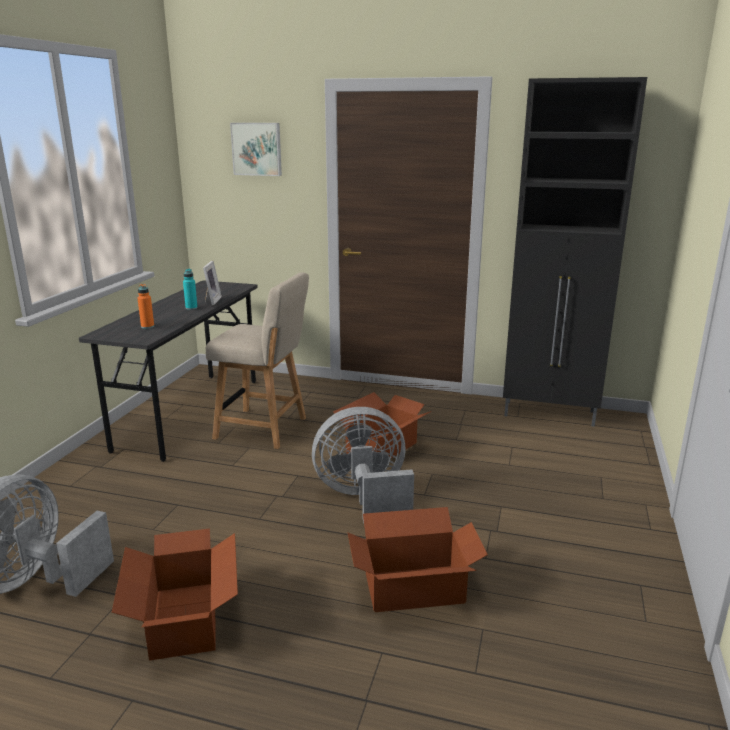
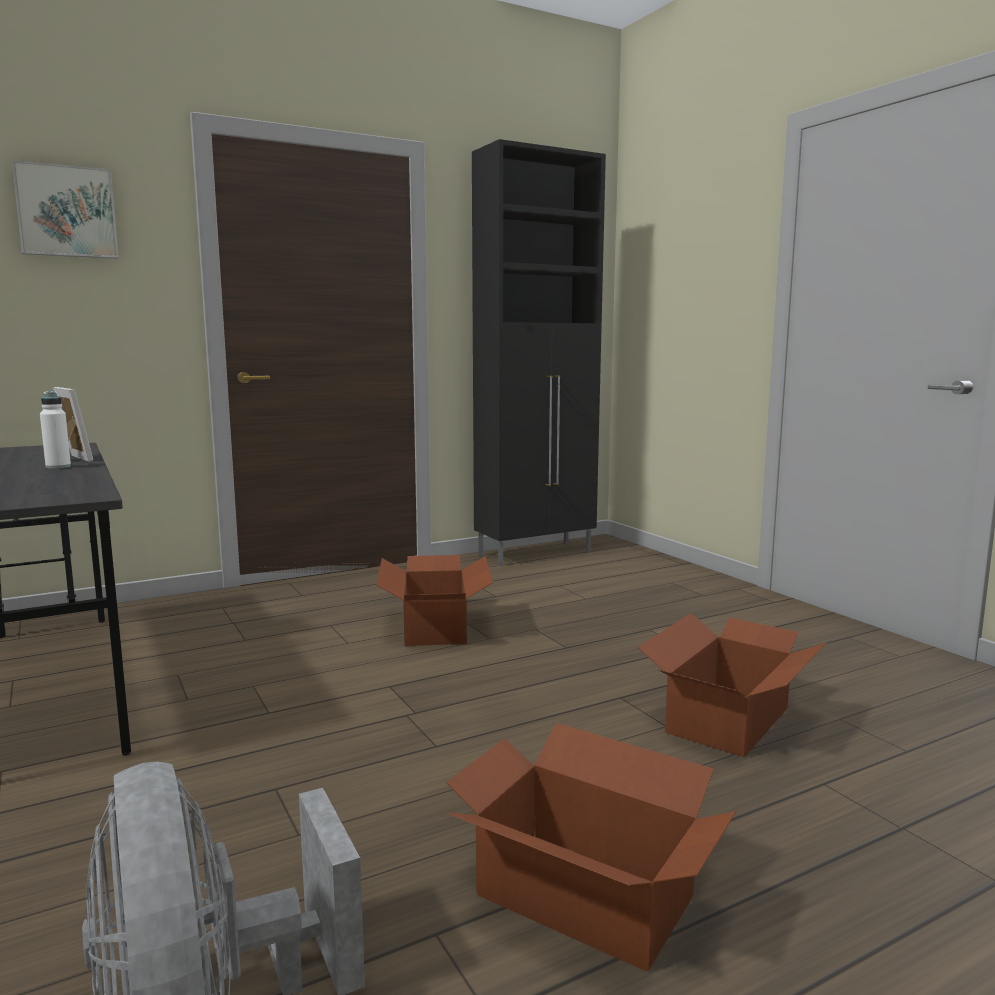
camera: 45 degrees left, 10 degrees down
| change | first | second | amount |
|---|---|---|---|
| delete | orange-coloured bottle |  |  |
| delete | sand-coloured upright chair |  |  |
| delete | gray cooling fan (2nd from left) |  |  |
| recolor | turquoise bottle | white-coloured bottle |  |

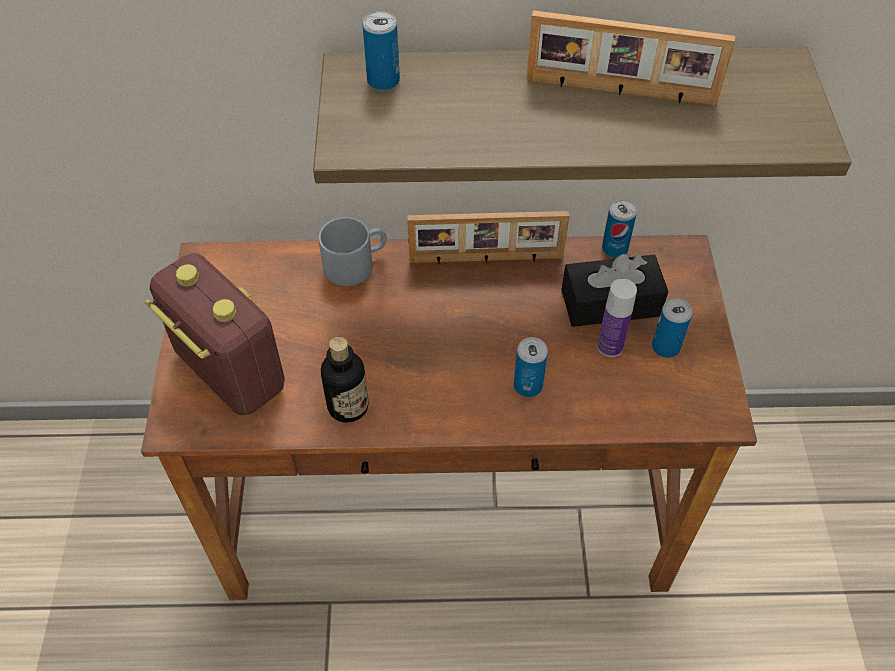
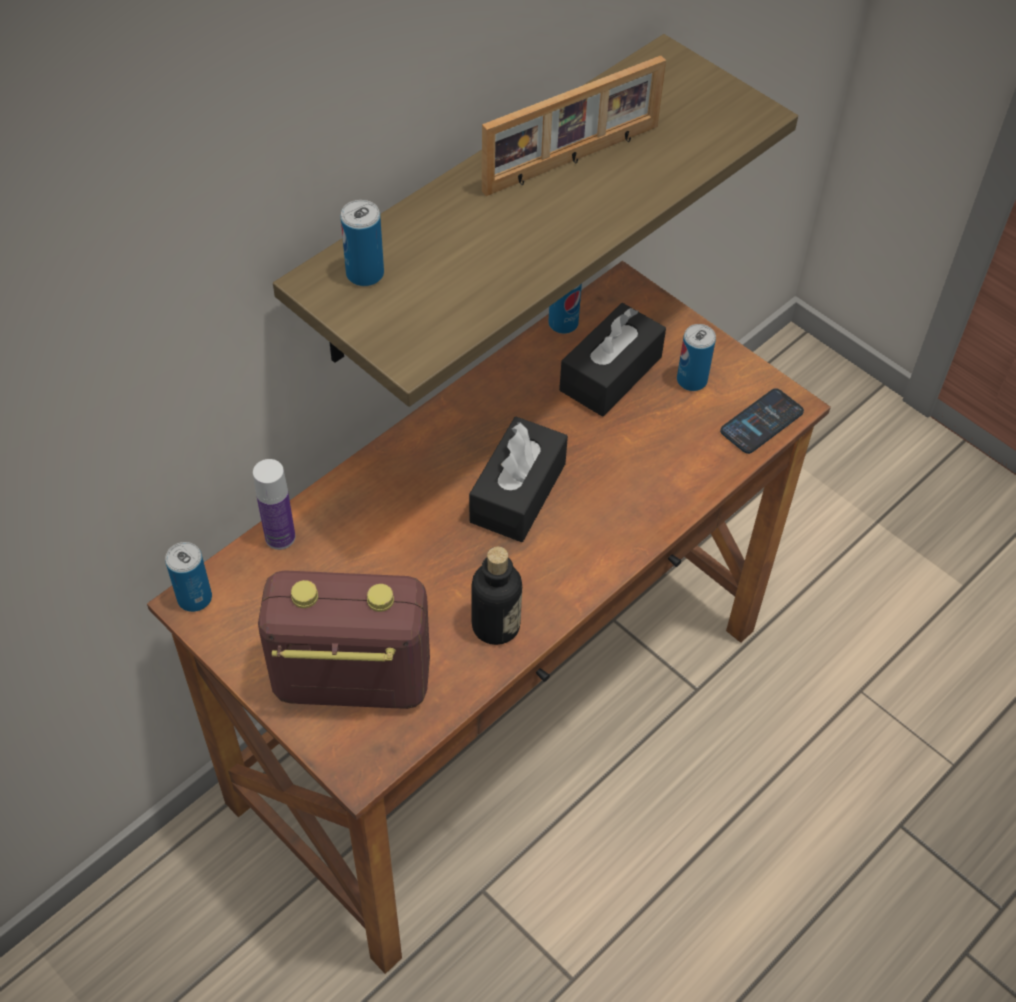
camera: 45 degrees left, 0 degrees up
| change | first | second | amount |
|---|---|---|---|
| delete | gray coffee mug |  |  |
| delete | standing frame (1st from left) |  |  |
| insert |  | black-coloured tissue box (1st from left) |  |
| insert |  | handset |  |
| move | can (2nd from left in the first image) | can (1st from left) |  |
| move | bottle (2nd from left in the first image) | bottle (1st from left) |  |

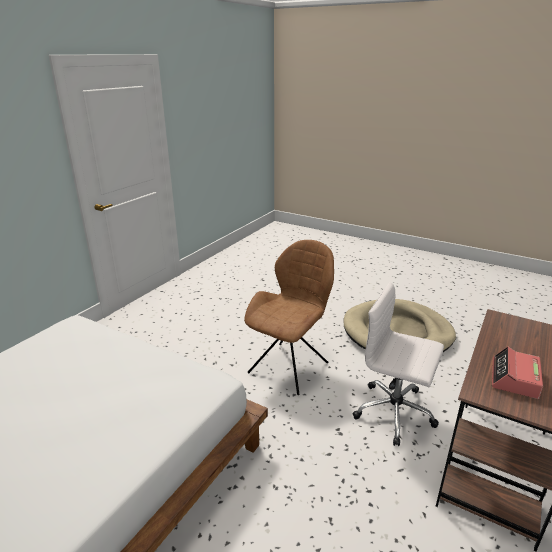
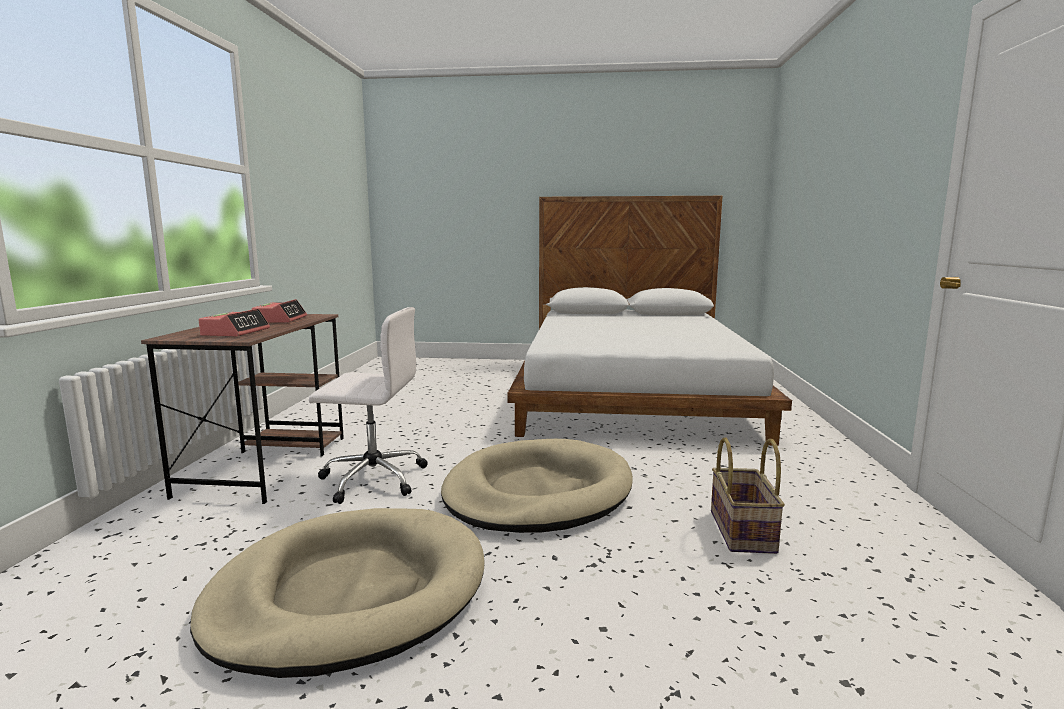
camera: 155 degrees right, 15 degrees down
| change | first | second | amount |
|---|---|---|---|
| insert |  | bedside clock (1st from left) |  |
| insert |  | household basket |  |
| replace | brown-coloured upright chair | sand-coloured dog cushion (2nd from left) |  |

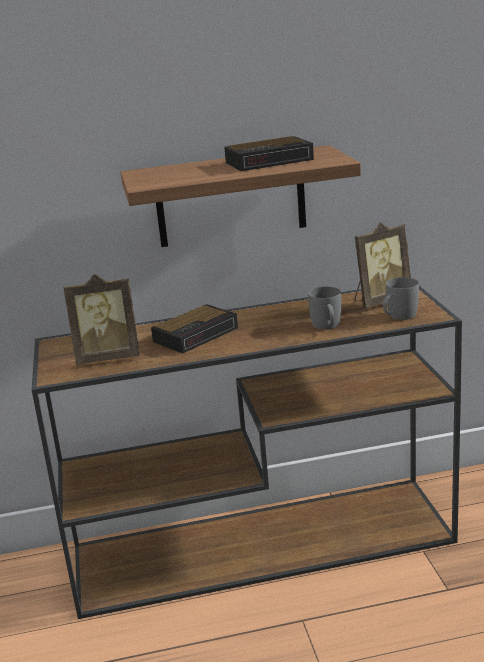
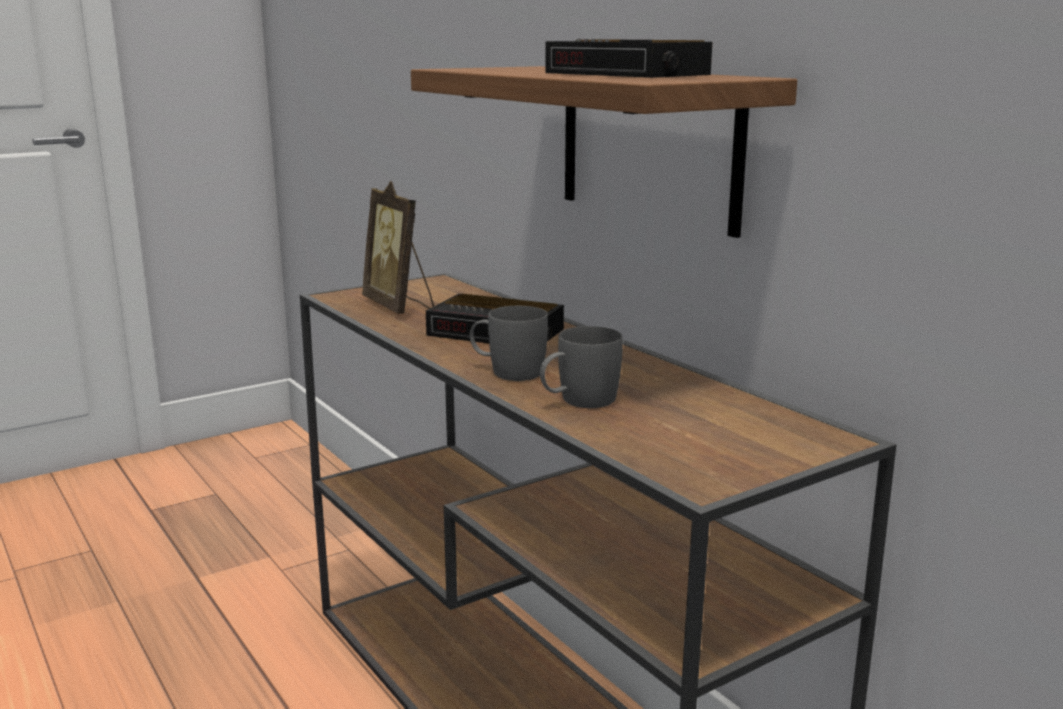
camera: 65 degrees right, 5 degrees down
| change | first | second | amount |
|---|---|---|---|
| delete | standing frame (2nd from left) |  |  |
| move | gray coffee mug (2nd from left in the first image) | gray coffee mug (1st from left) |  |

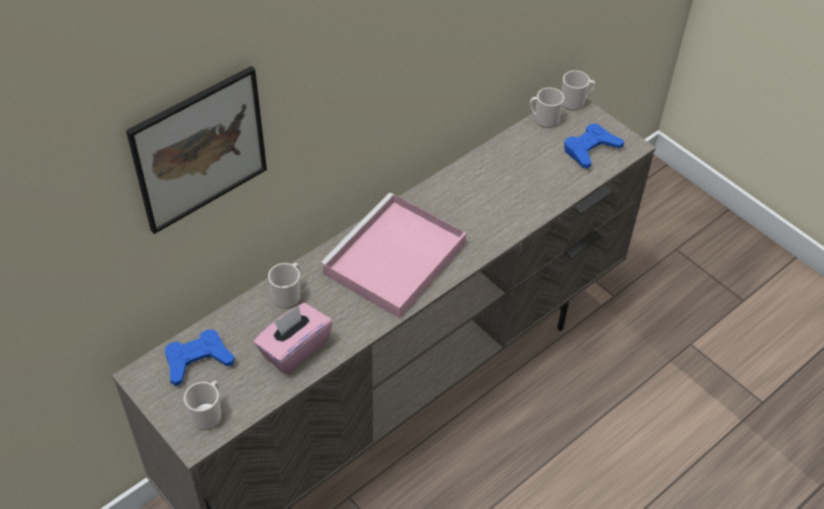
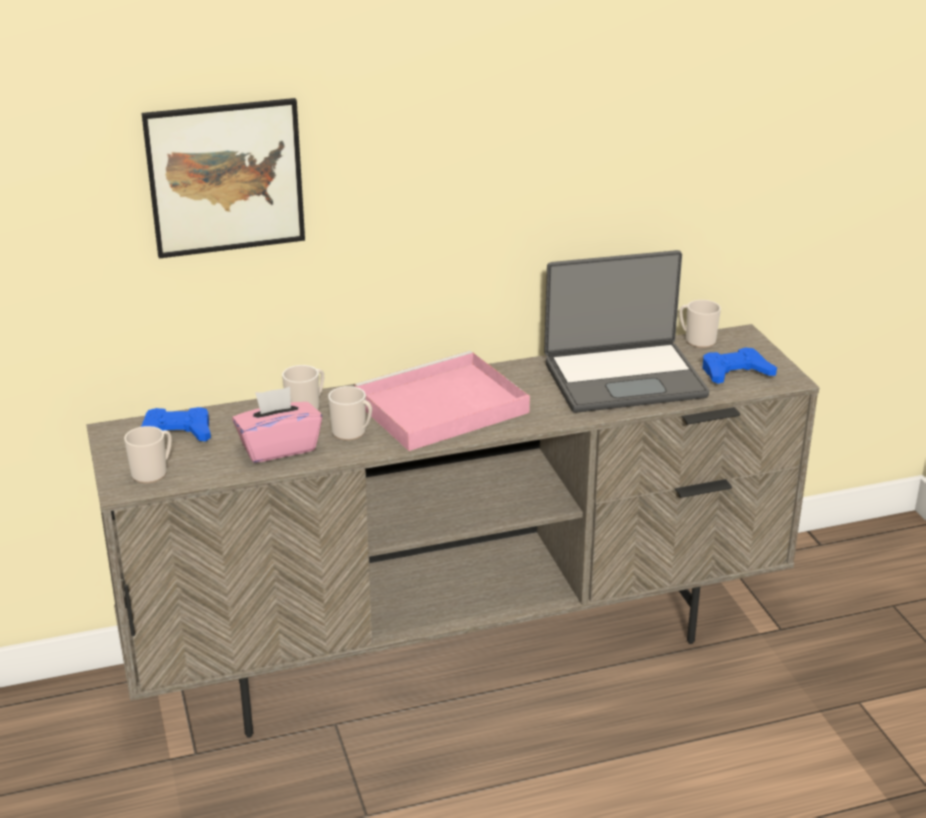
camera: 25 degrees right, 20 degrees down
| change | first | second | amount |
|---|---|---|---|
| insert |  | notebook computer |  |
| move | coffee mug (4th from left in the first image) | coffee mug (3rd from left) |  |

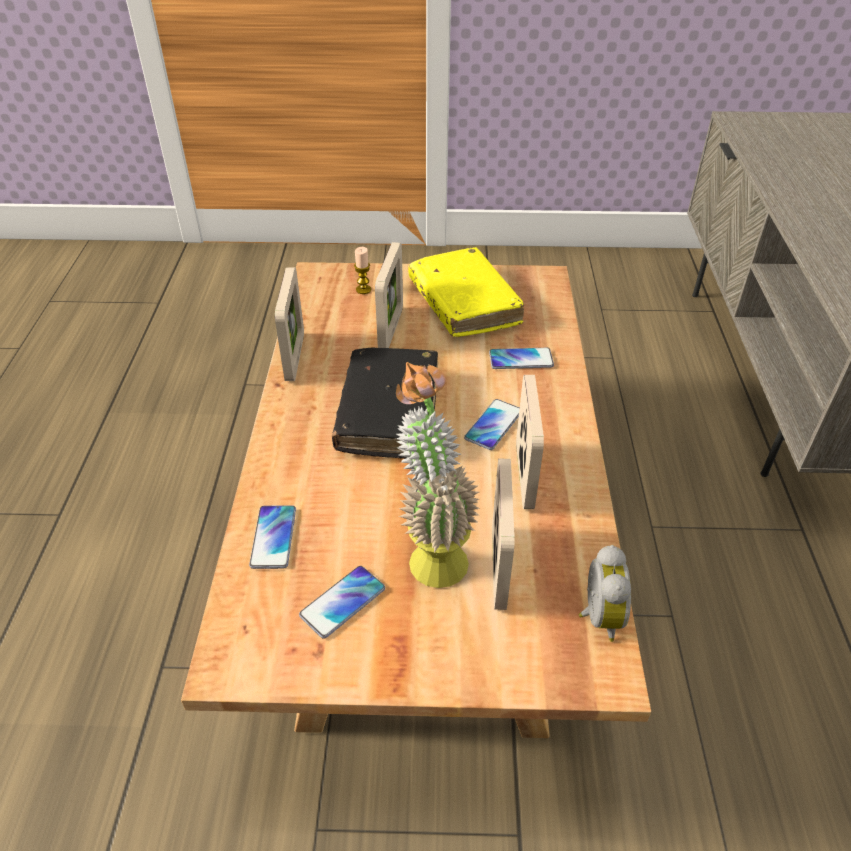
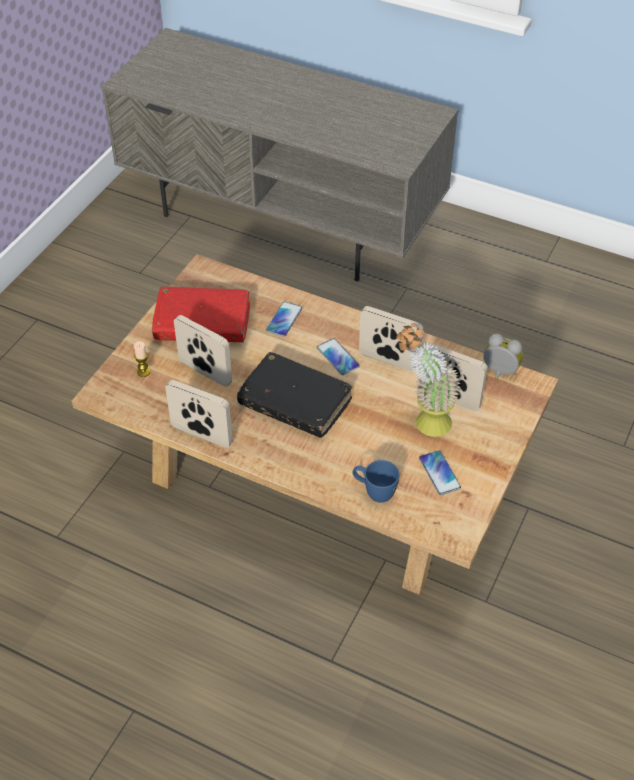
camera: 65 degrees left, 5 degrees up
| change | first | second | amount |
|---|---|---|---|
| replace | handset (1st from left) | blue coffee mug |  |
| recolor | yellow volume | reddish volume |  |

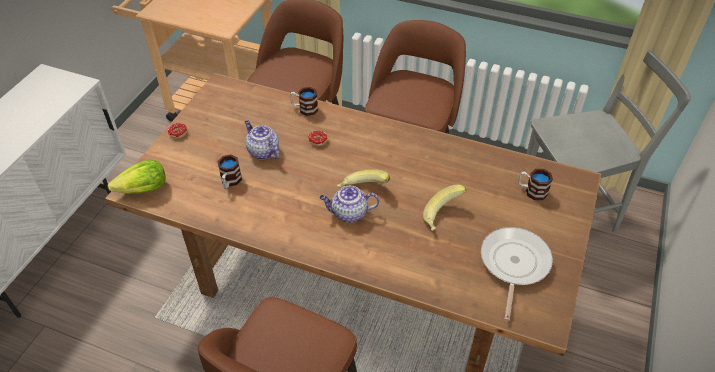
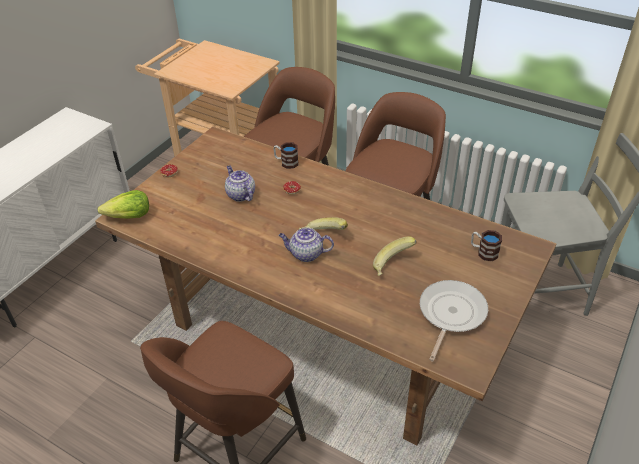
camera: 10 degrees right, 5 degrees down
| change | first | second | amount |
|---|---|---|---|
| delete | coffee mug (1st from left) |  |  |

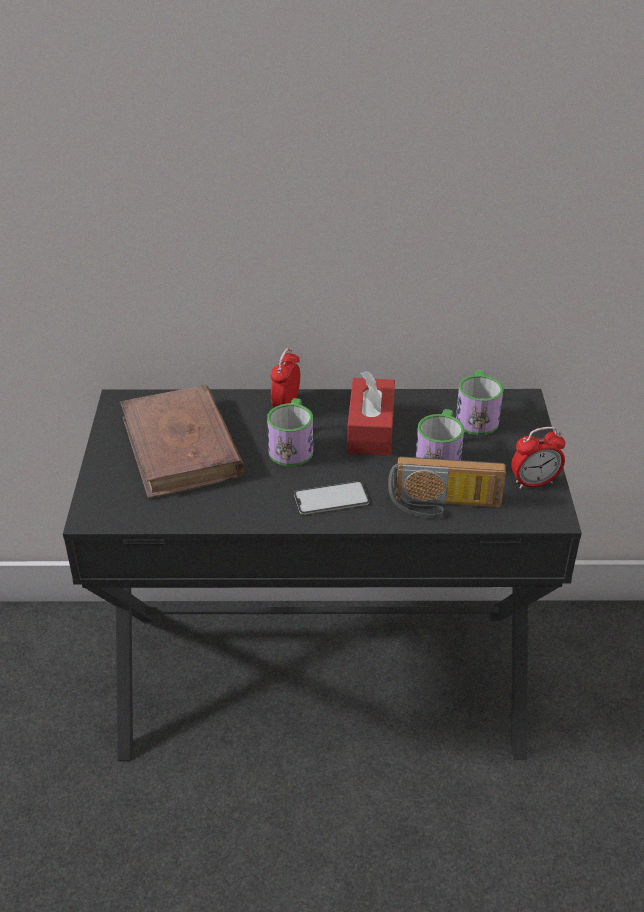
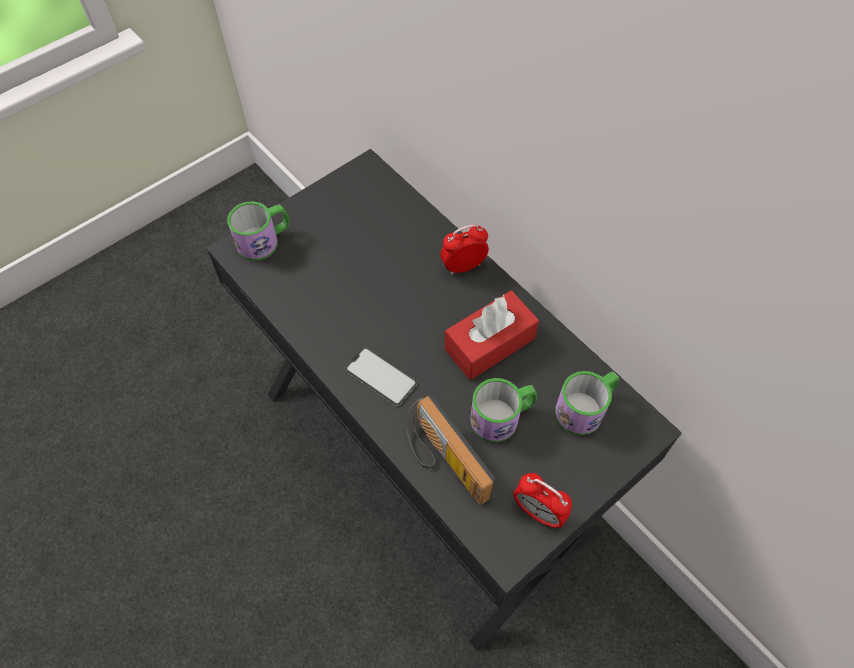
camera: 50 degrees right, 20 degrees up
| change | first | second | amount |
|---|---|---|---|
| delete | brown-coloured volume |  |  |
| move | coffee mug (1st from left) |  |  |

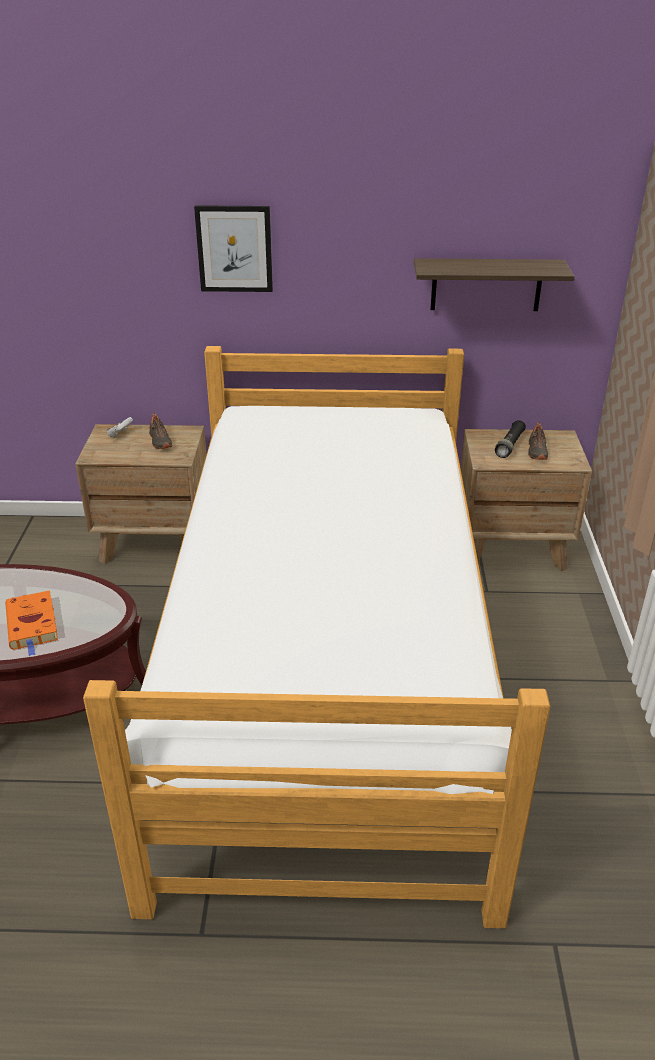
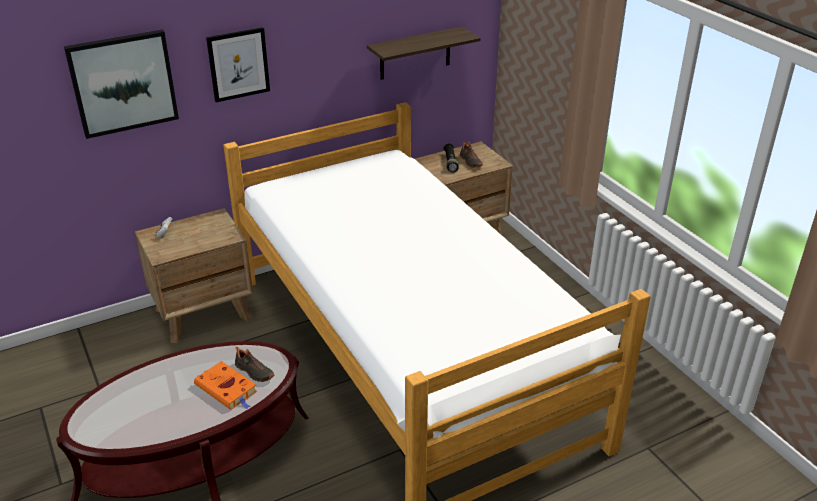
camera: 30 degrees left, 0 degrees up
| change | first | second | amount |
|---|---|---|---|
| insert |  | picture (1st from left) |  |
| move | black-coloured shoe (1st from left) |  |  |

